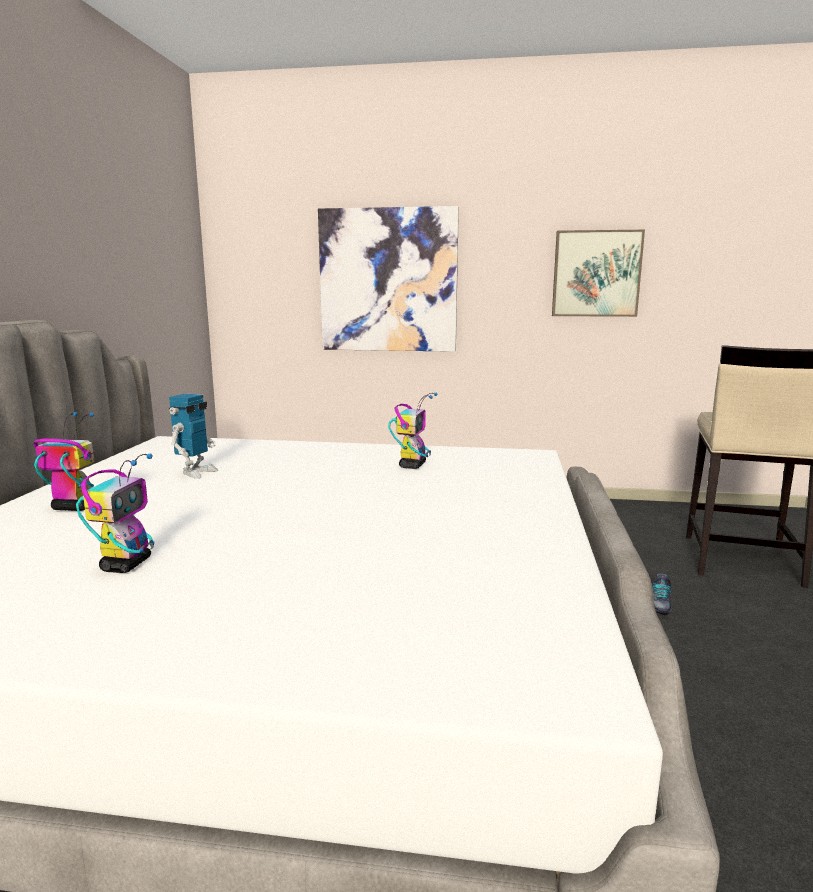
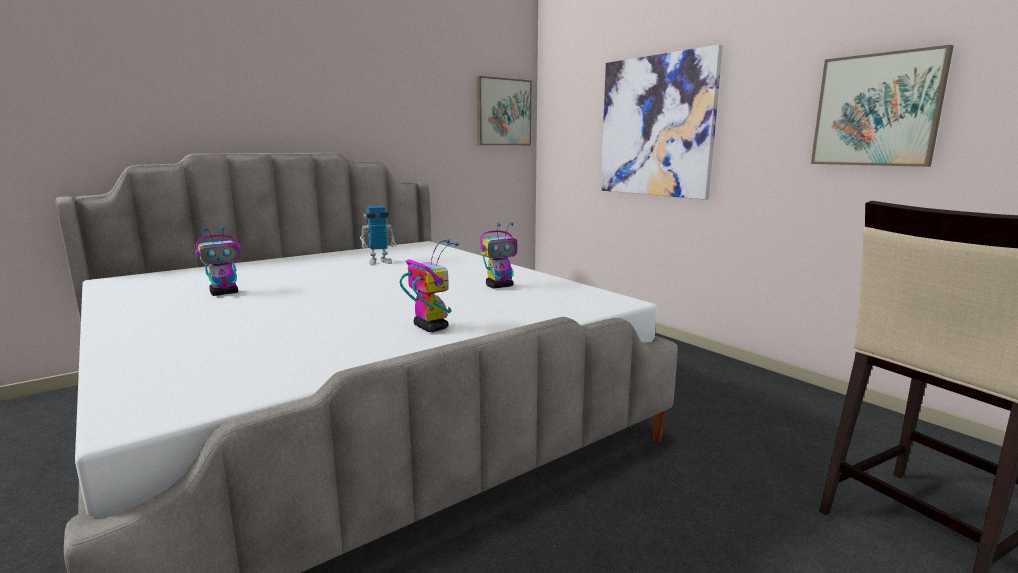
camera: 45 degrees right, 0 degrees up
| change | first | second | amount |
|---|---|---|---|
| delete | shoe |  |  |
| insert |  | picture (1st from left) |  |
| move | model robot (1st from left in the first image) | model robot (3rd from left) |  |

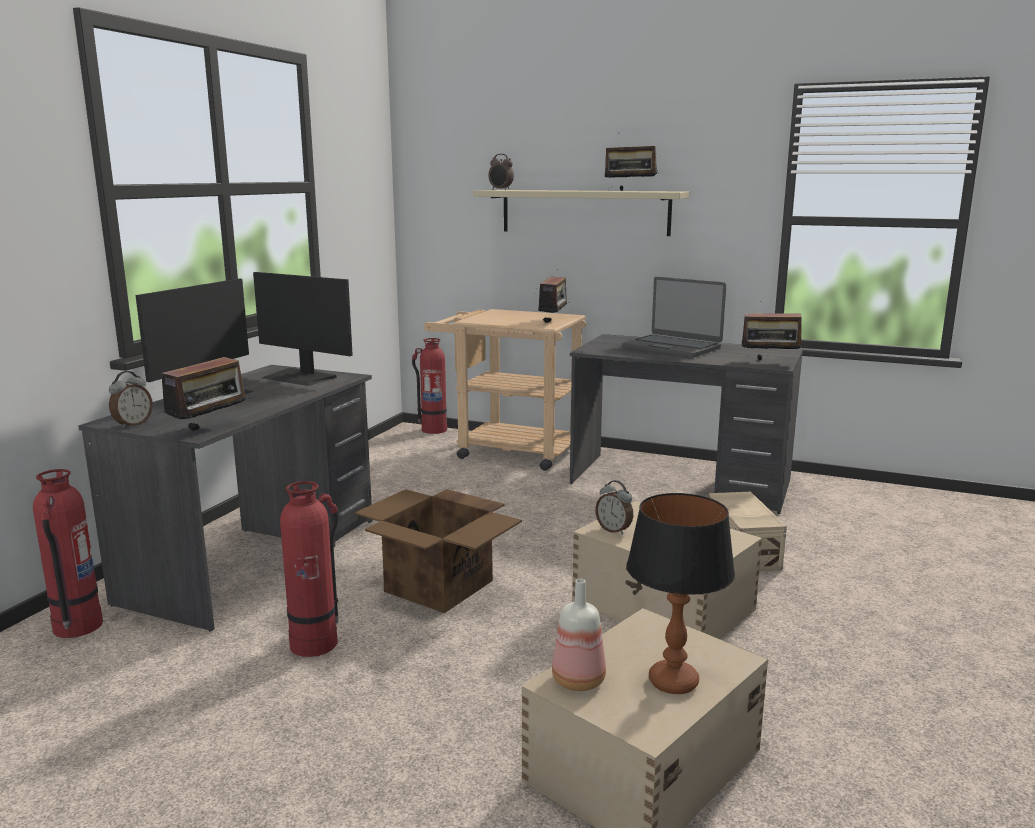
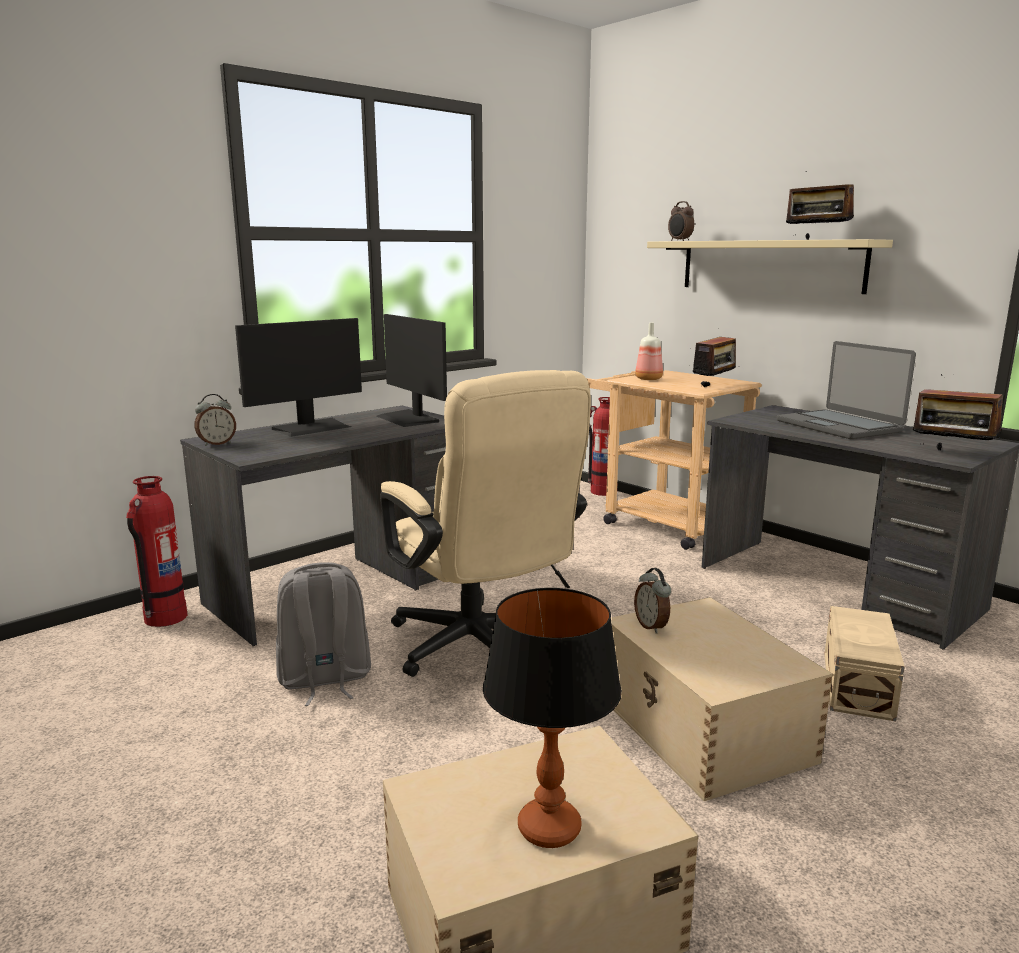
camera: 25 degrees right, 0 degrees up
| change | first | second | amount |
|---|---|---|---|
| delete | radio (1st from left) |  |  |
| move | bottle |  |  |
| replace | fire extinguisher (2nd from left) | gray knapsack |  |
| replace | cardboard box | sand-coloured computer chair |  |

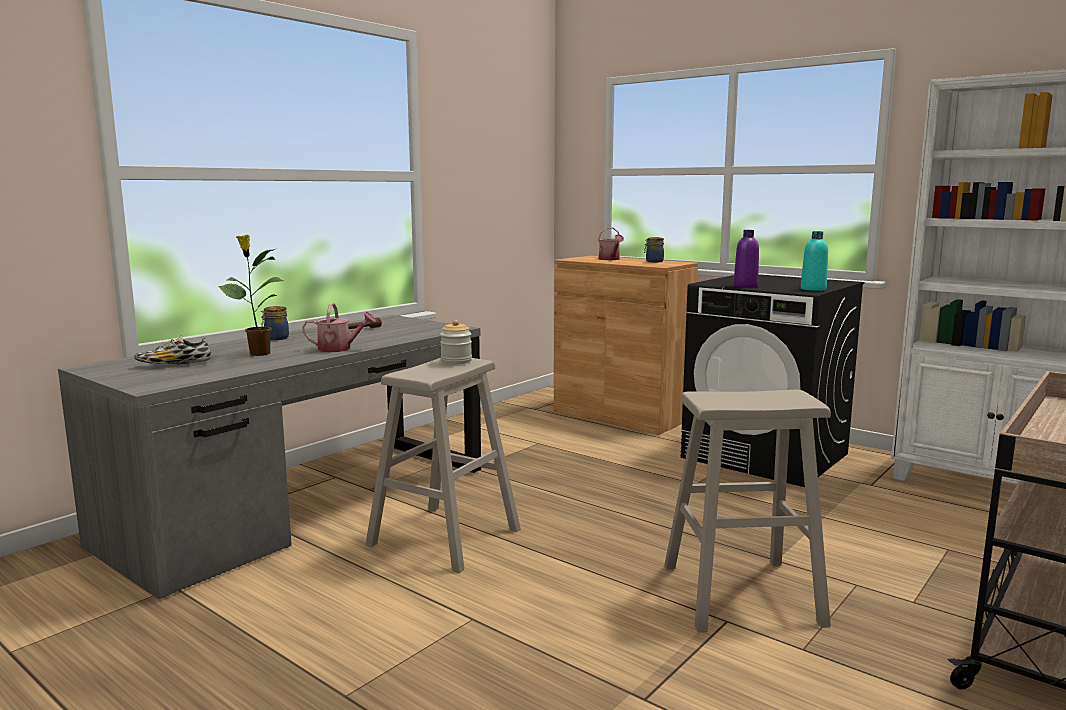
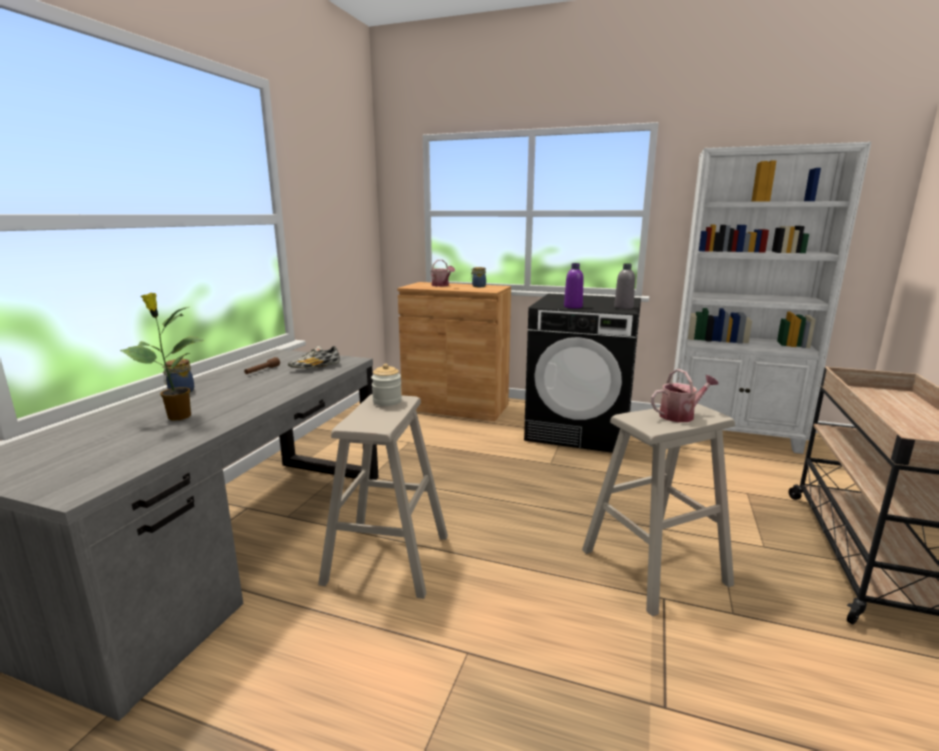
camera: 20 degrees left, 5 degrees up
| change | first | second | amount |
|---|---|---|---|
| move | shoe |  |  |
| move | watering pot (1st from left in the first image) | watering pot (2nd from left) |  |
| recolor | turquoise bottle | gray bottle |  |

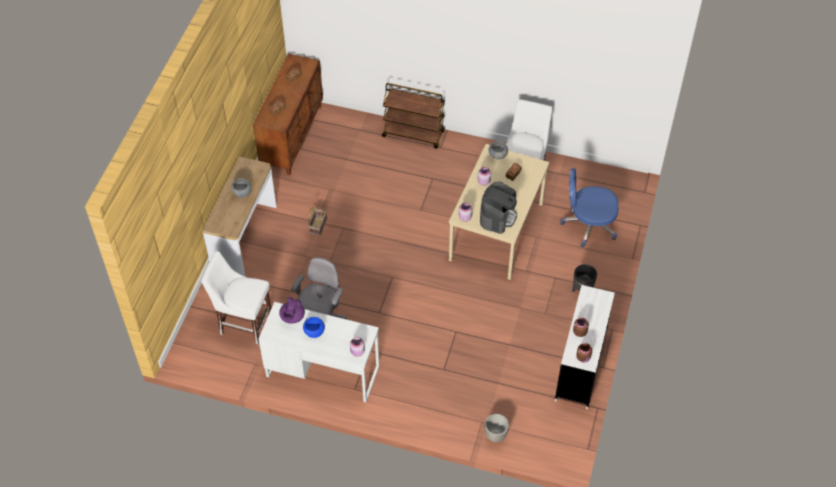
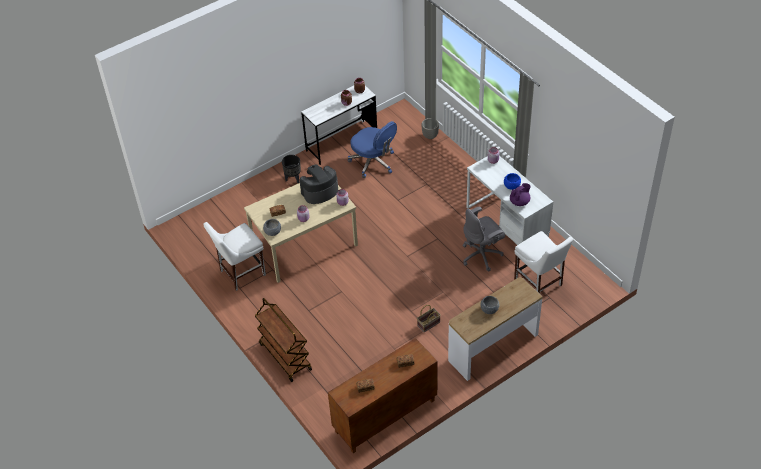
camera: 140 degrees left, 5 degrees down
| change | first | second | amount |
|---|---|---|---|
| move | blue computer chair |  |  |

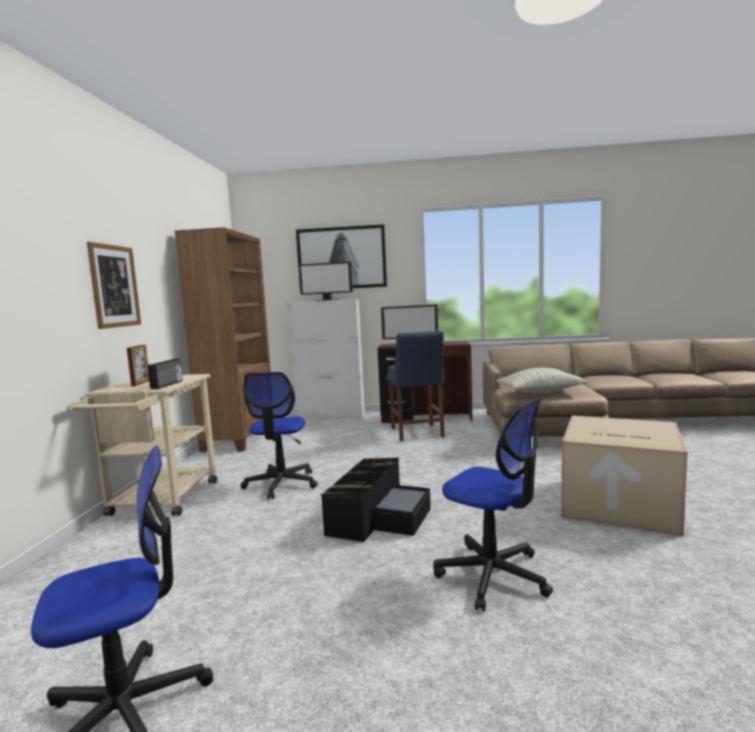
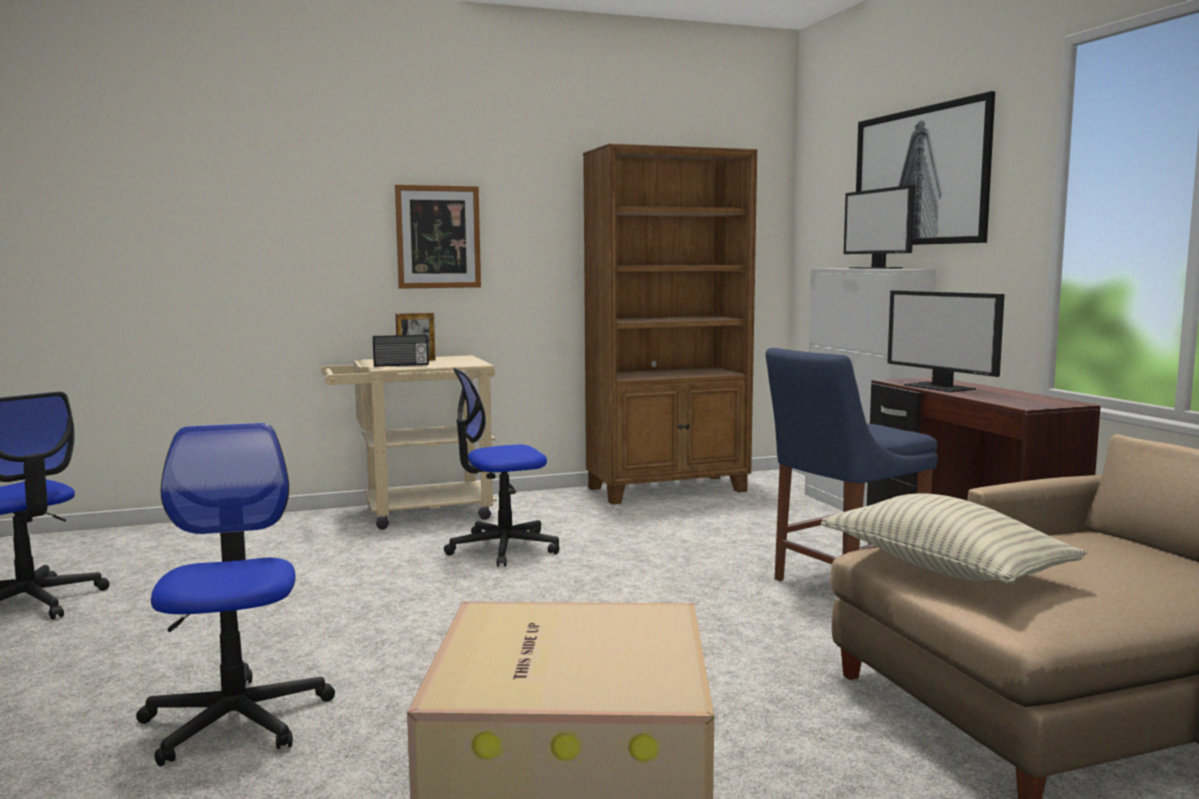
camera: 65 degrees right, 0 degrees up
| change | first | second | amount |
|---|---|---|---|
| delete | black-coloured storage container |  |  |
| rotate | computer chair (3rd from left in the first image) | computer chair (2nd from left) | 150 degrees clockwise |

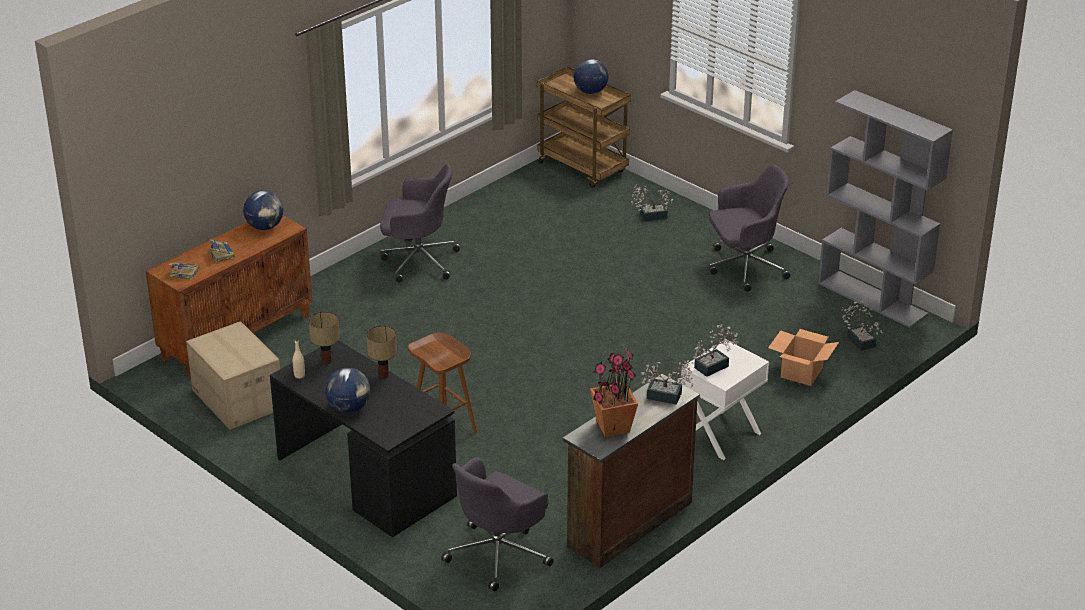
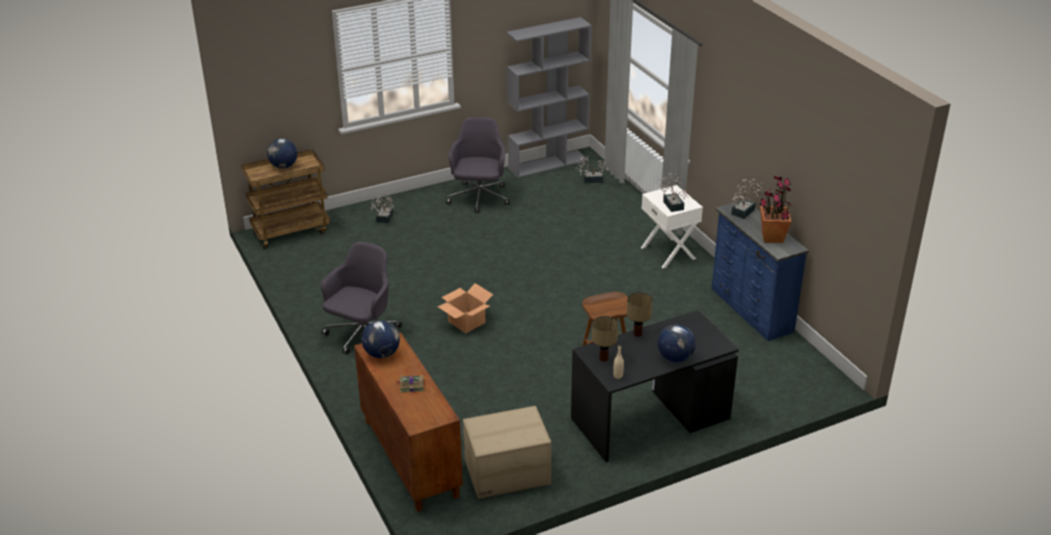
camera: 70 degrees left, 0 degrees up
| change | first | second | amount |
|---|---|---|---|
| delete | volume (1st from left) |  |  |
| delete | gray computer chair (2nd from left) |  |  |
| move | cardboard box (2nd from left in the first image) | cardboard box (1st from left) |  |
| recolor | brown-coloured dresser | blue dresser |  |

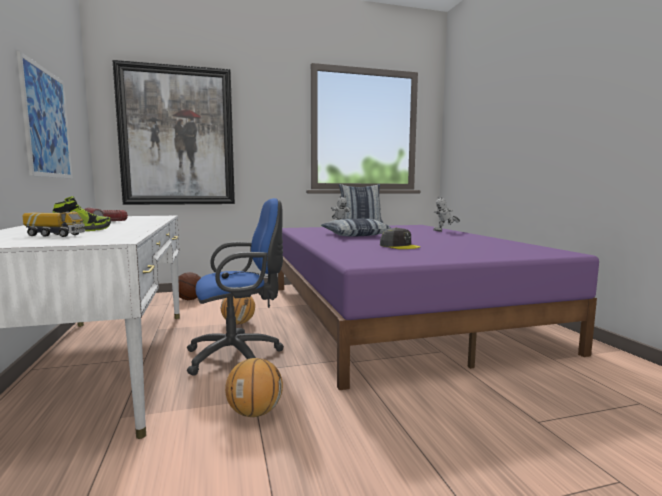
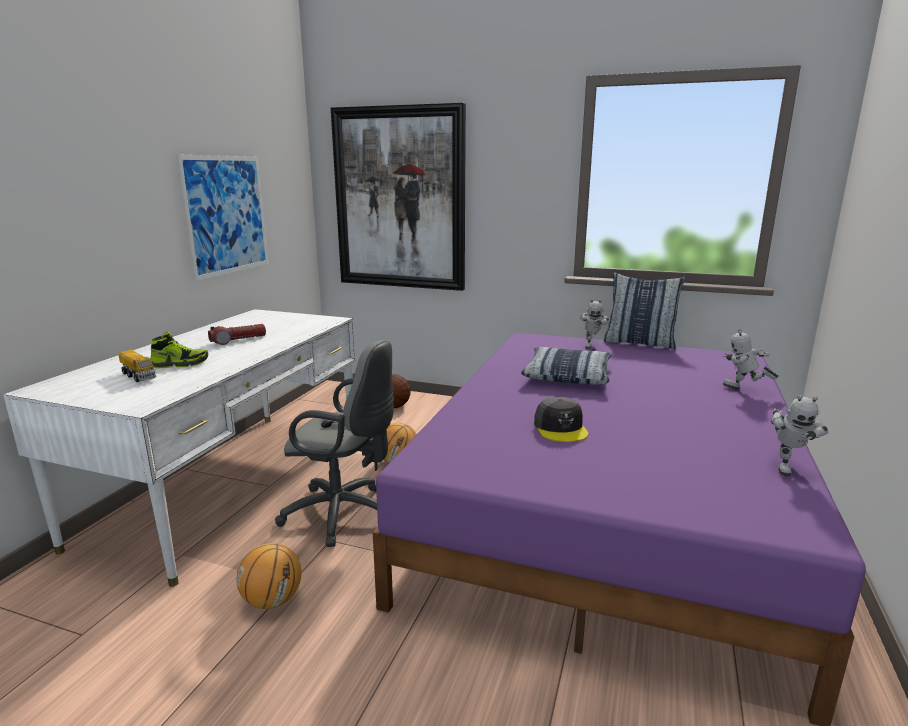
camera: 35 degrees right, 10 degrees up
| change | first | second | amount |
|---|---|---|---|
| insert |  | model robot (3rd from left) |  |
| recolor | blue computer chair | gray computer chair |  |

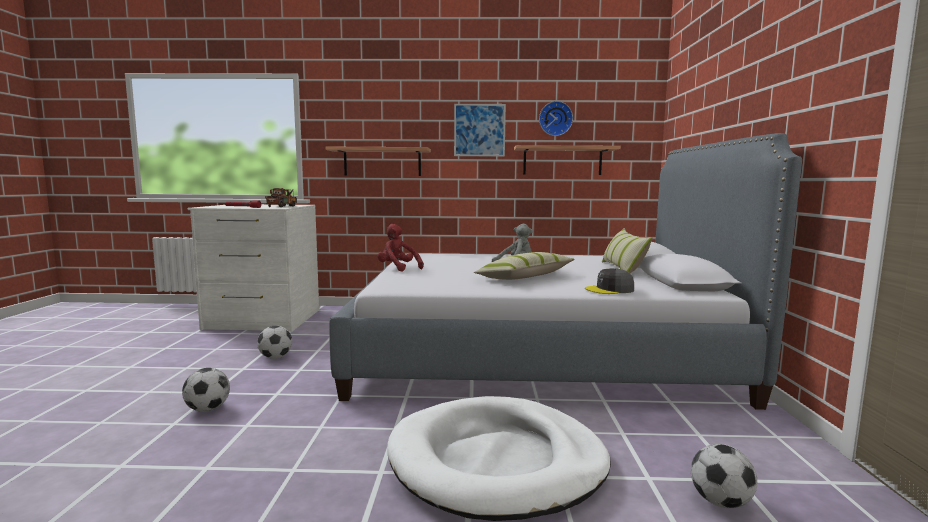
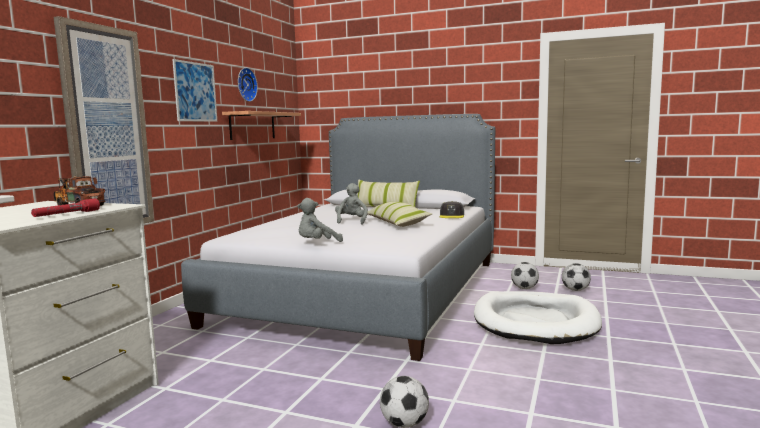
camera: 70 degrees left, 0 degrees up
| change | first | second | amount |
|---|---|---|---|
| move | ball for football (2nd from left) |  |  |
| replace | bracket shelf (1st from left) | picture (1st from left) |  |
| recolor | reddish cuddly toy | gray cuddly toy (1st from left) |  |

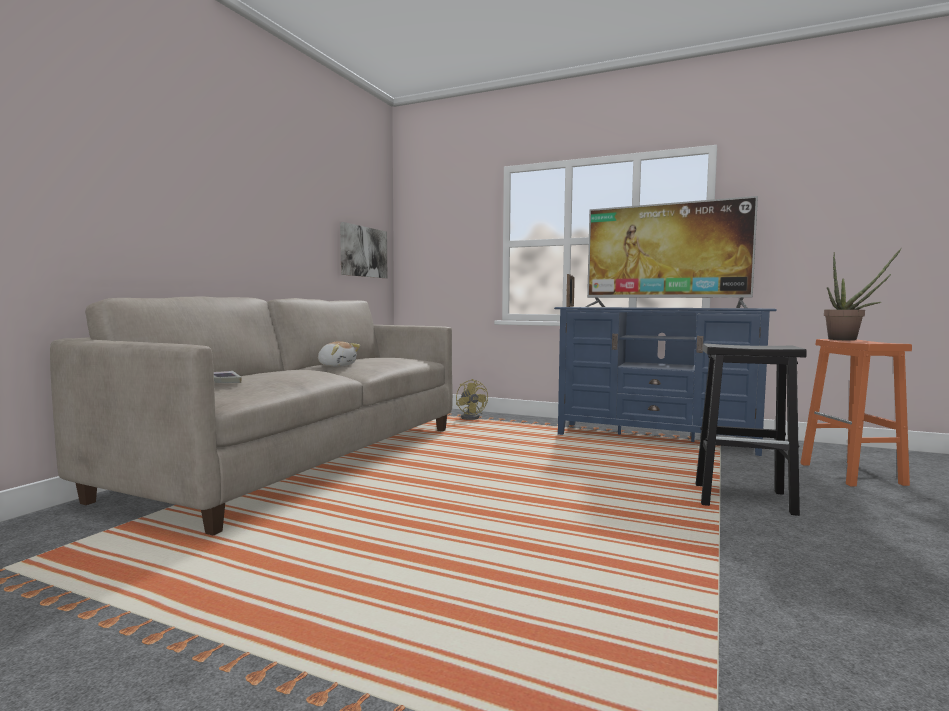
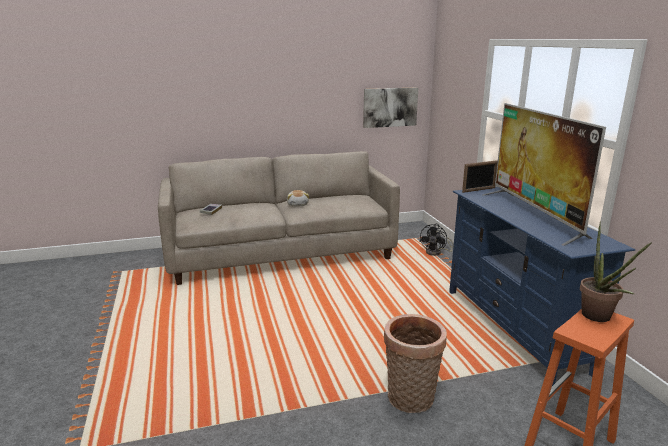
camera: 50 degrees right, 15 degrees up
| change | first | second | amount |
|---|---|---|---|
| replace | black-coloured stool | household basket |  |
| recolor | yellow cooling fan | black-coloured cooling fan |  |

